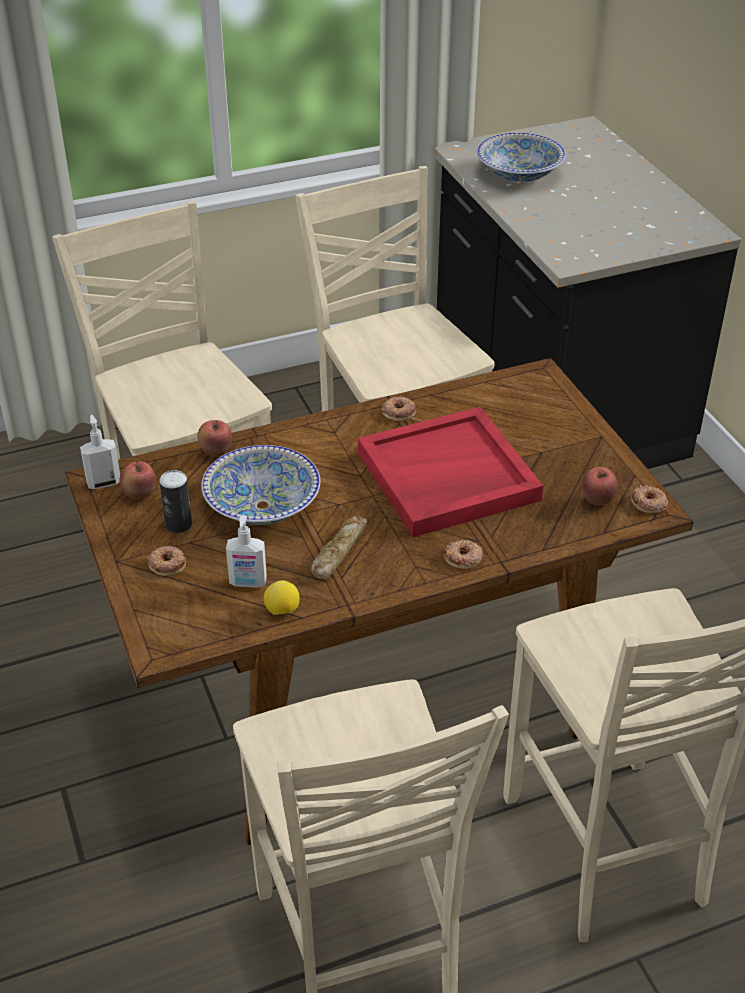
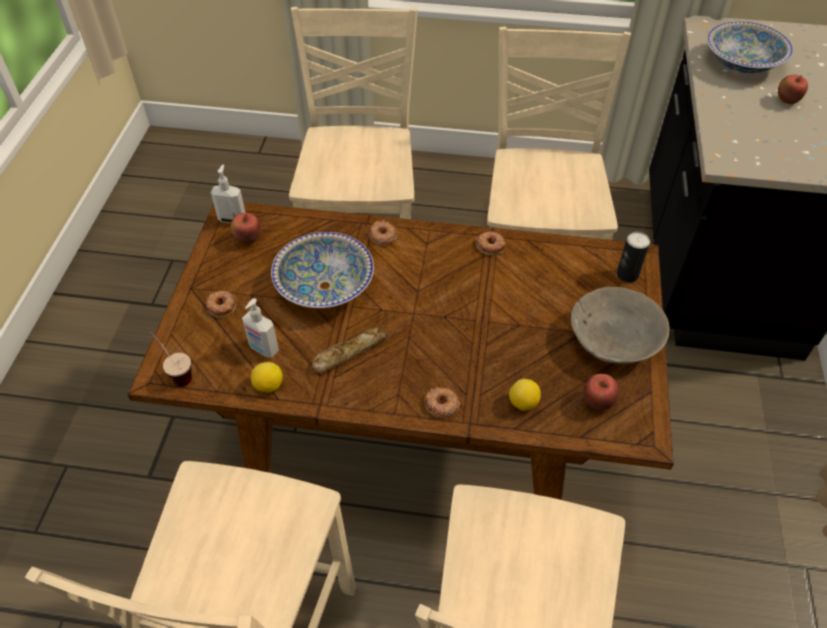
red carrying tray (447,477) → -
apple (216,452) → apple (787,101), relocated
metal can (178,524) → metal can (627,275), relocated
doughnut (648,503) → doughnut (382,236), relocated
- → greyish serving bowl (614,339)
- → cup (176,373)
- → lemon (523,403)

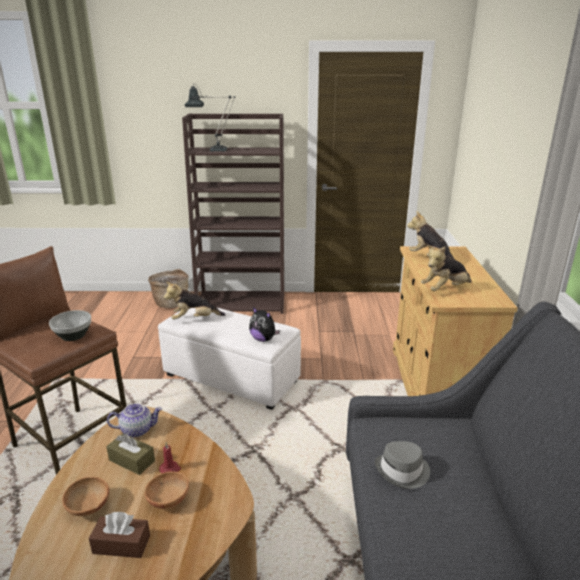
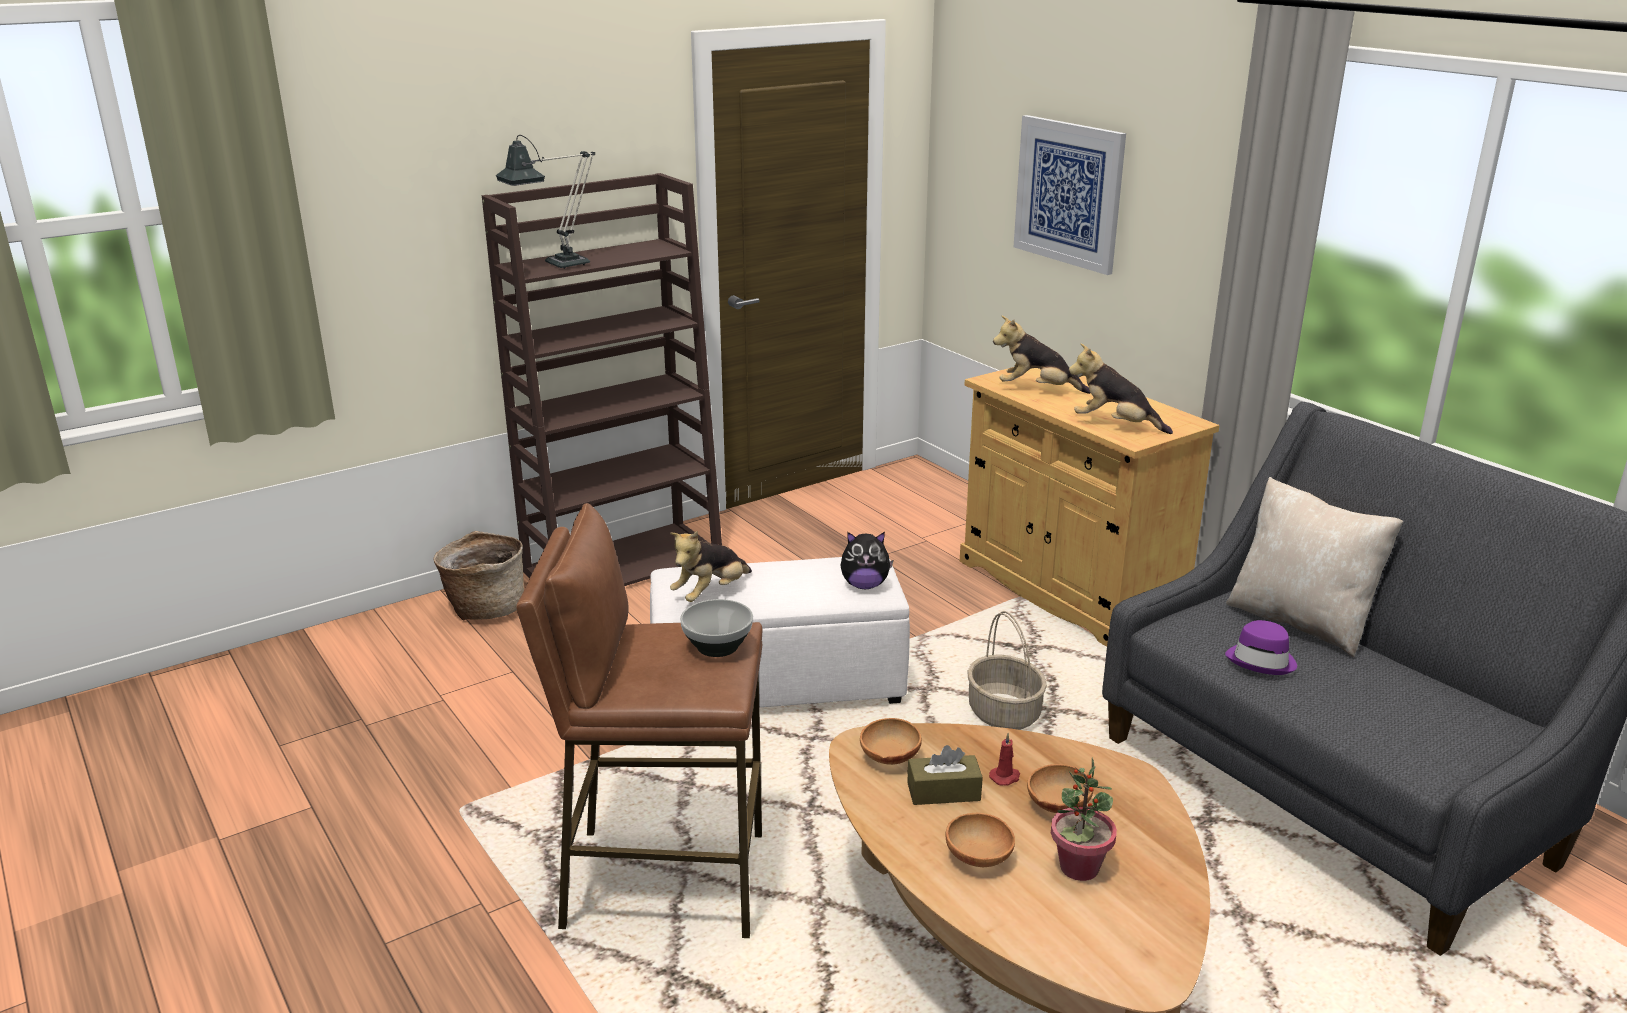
plush toy (445,289) → plush toy (1115,425), 90 degrees clockwise
tea pot (137,429) → brown serving bowl (888,758)
greyish wearable hat (403,471) → purplish wearable hat (1262,660)
brown tissue holder (121,544) → plant in a pot (1079,868)
- → picture (1068,193)
- → beige-coloured cushion (1300,621)
- → basket (1005,713)

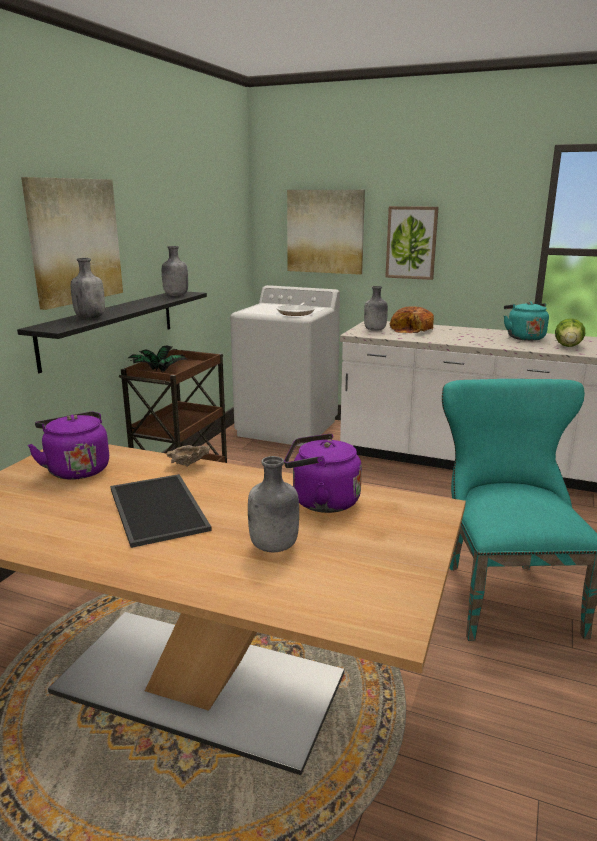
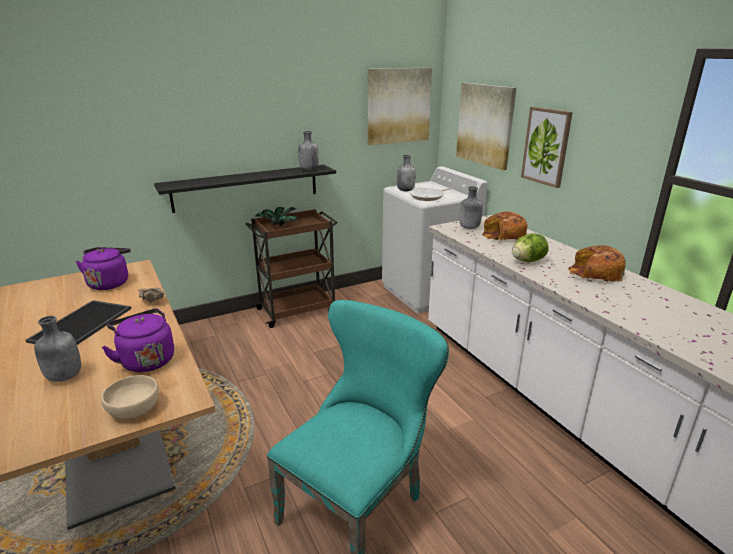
picture (74,241) → picture (398,106), relocated
greyish drink bottle (90,317) → greyish drink bottle (405,190), relocated
turquoise-coloured kettle (523,337) → baked bread (594,273)
lettuce (568,346) → lettuce (527,261), relocated
- → beige-coloured serving bowl (134,409)

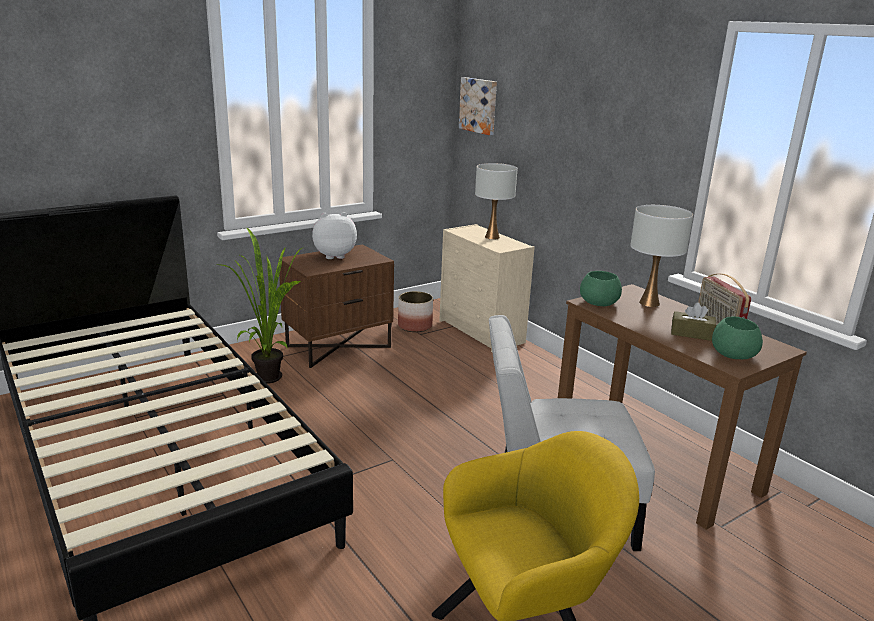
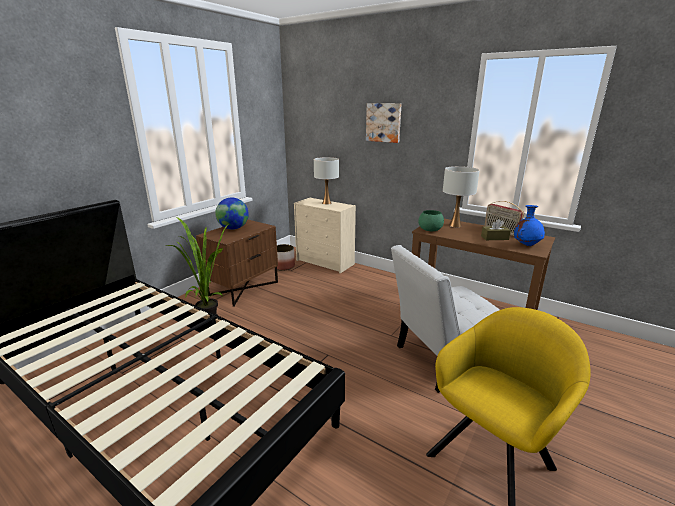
picture (479,105) → picture (384,122), relocated
plush toy (334,255) → globe (233,228)
green serving bowl (733,354) → bluish vase (526,245)

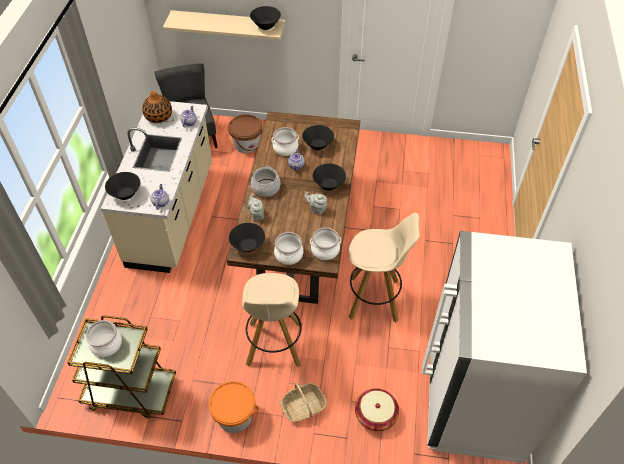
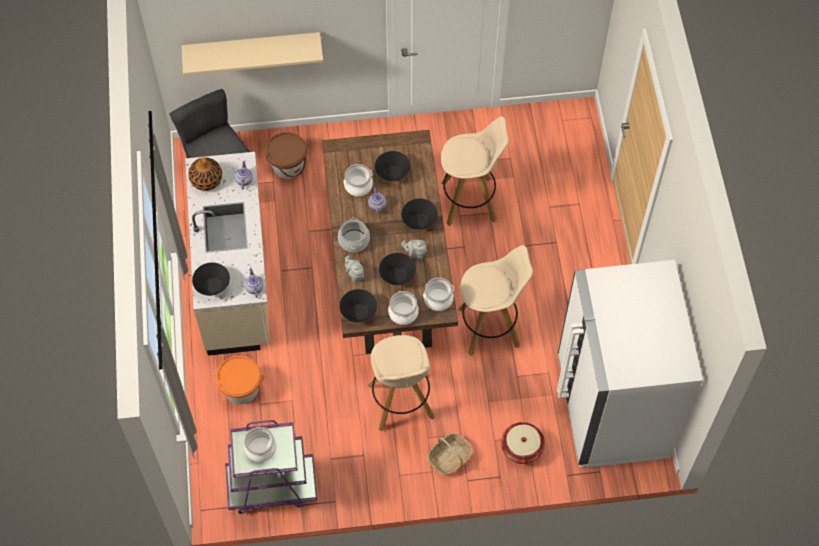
black-coloured serving bowl (266,26) → black-coloured serving bowl (397,276), relocated
brown trolley (130,391) → purplish trolley (271,486)
orangey pail (235,416) → orangey pail (241,389), relocated
- → beige-coloured sitting stool (470,201)

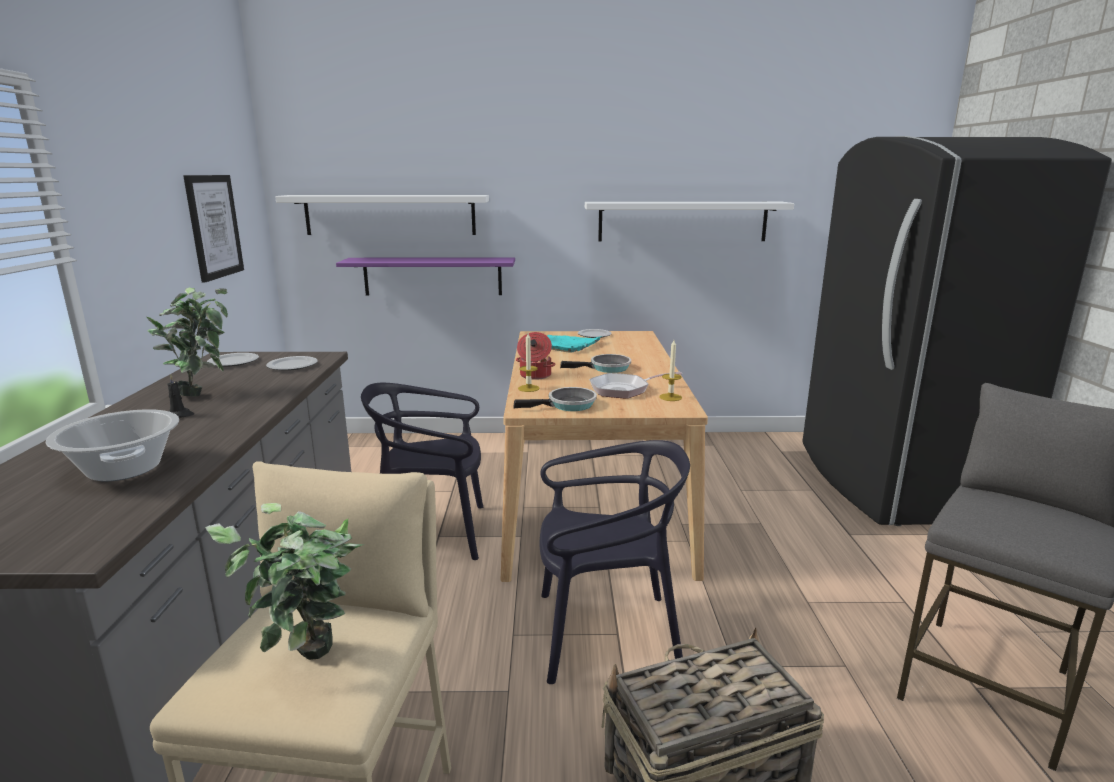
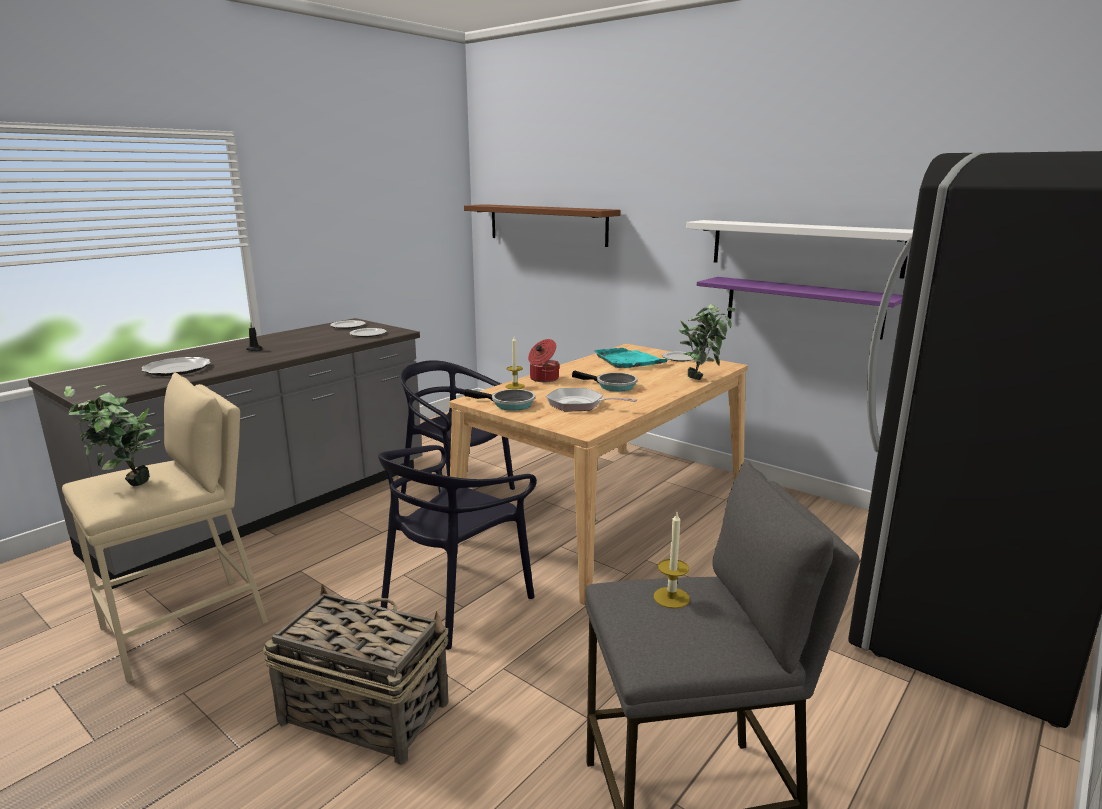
picture (214,226) → -
white bracket shelf (390,215) → brown bracket shelf (547,224)
purplish bracket shelf (433,276) → purplish bracket shelf (802,306), relocated
plant in a pot (203,392) → plant in a pot (702,378), relocated
candle (670,397) → candle (671,597), relocated
cooking pot (123,469) → flat dish (177,369)
black-coloured upright chair (605,633) → black-coloured upright chair (456,602), 90 degrees clockwise

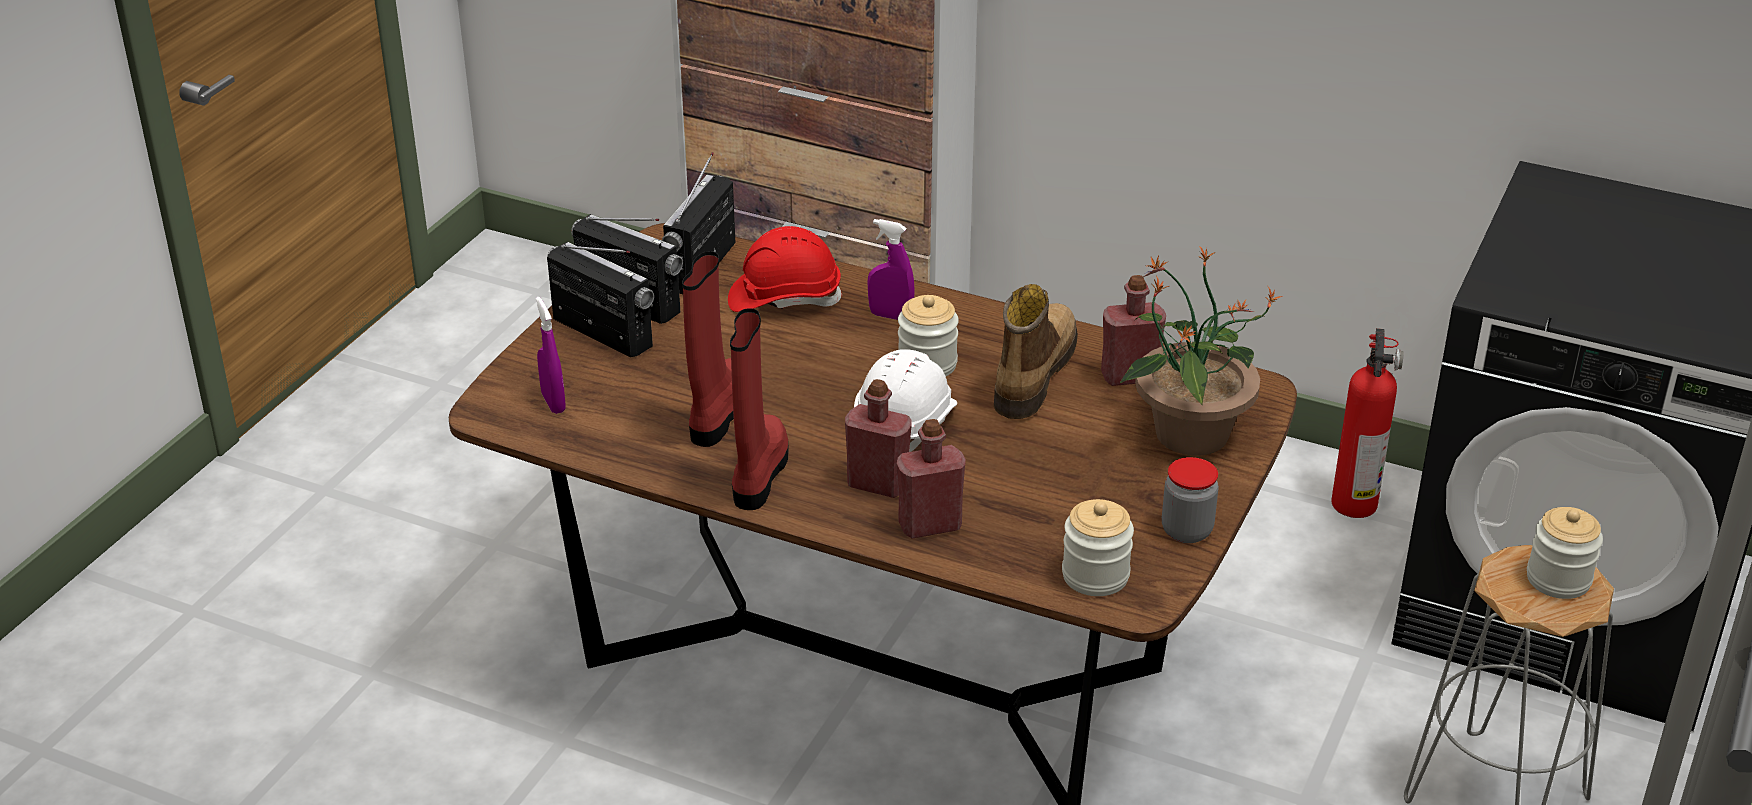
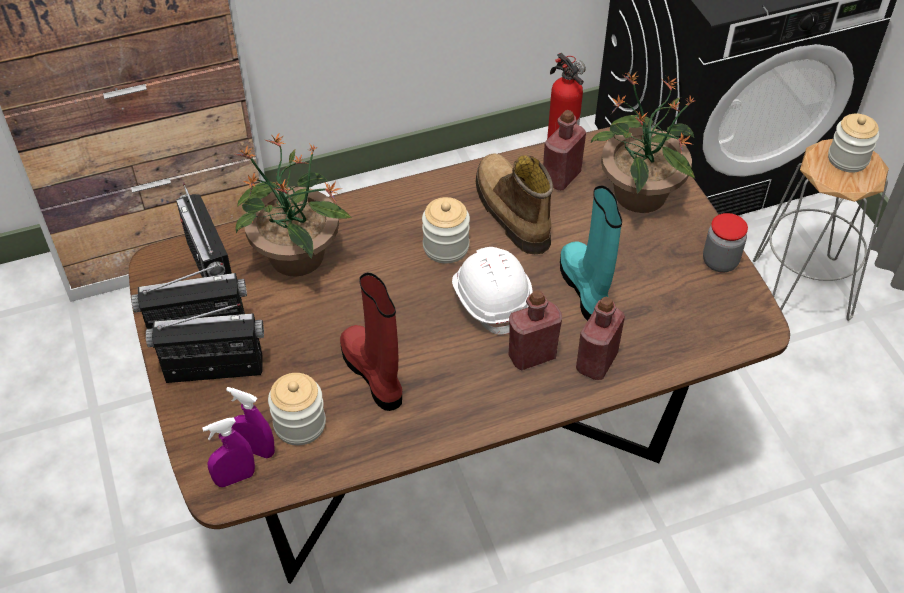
purplish hand sprayer (890,316) → purplish hand sprayer (235,478), relocated
red safety helmet (784,298) → plant in a pot (297,257)
red high-top boot (758,473) → -
storage jar (1095,576) → storage jar (300,424), relocated
- → turquoise-coloured high-top boot (586,290)

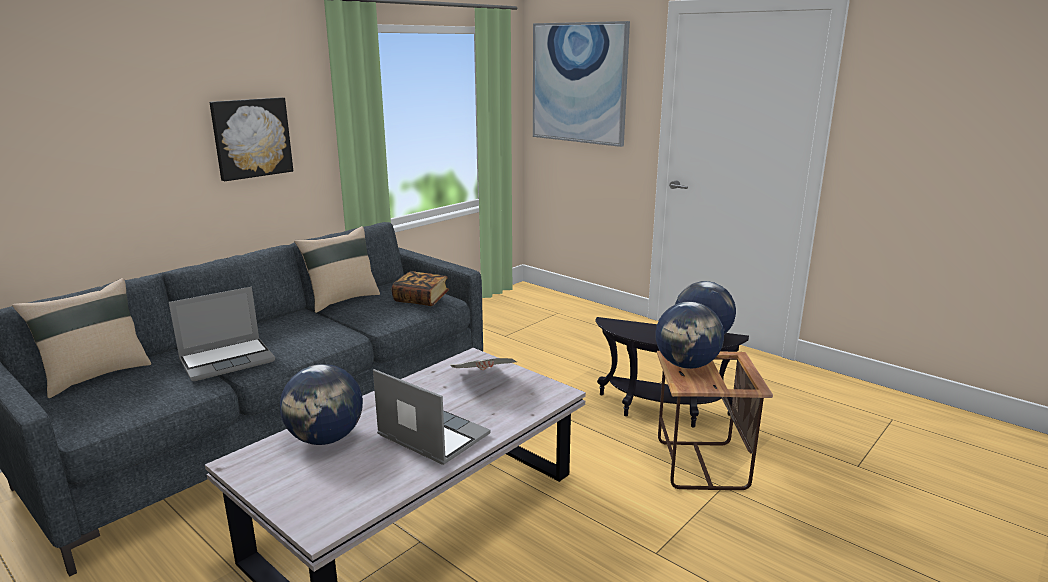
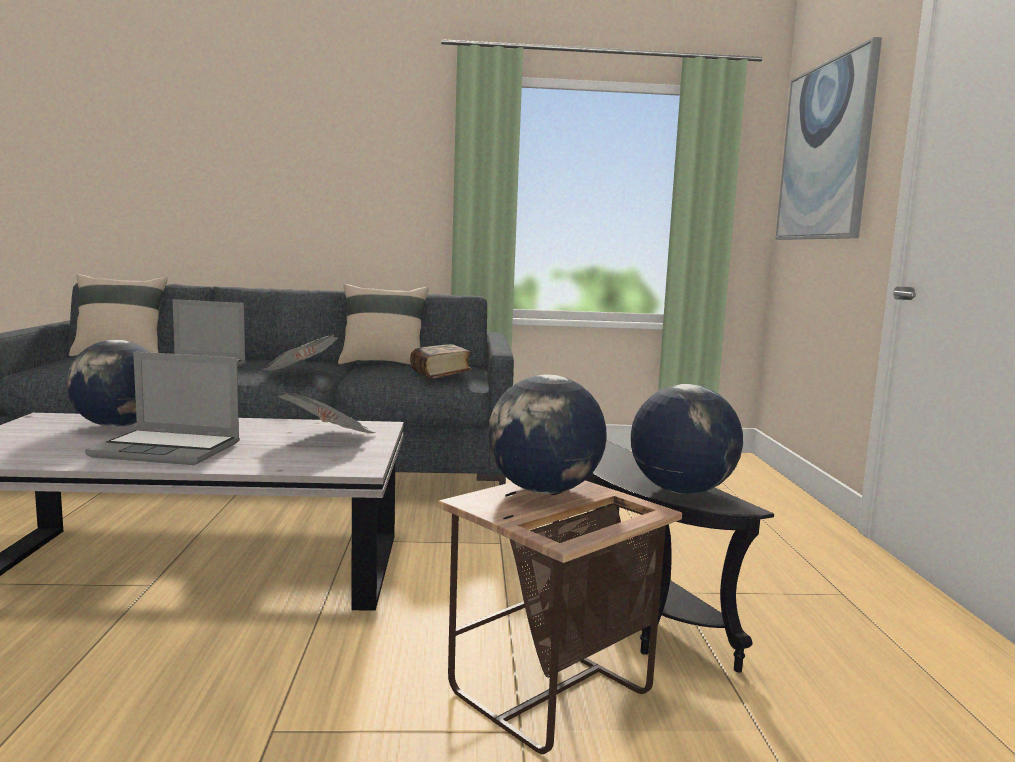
picture (251,138) → -
laptop (431,436) → laptop (169,450), 105 degrees clockwise
- → newspaper (300,373)

